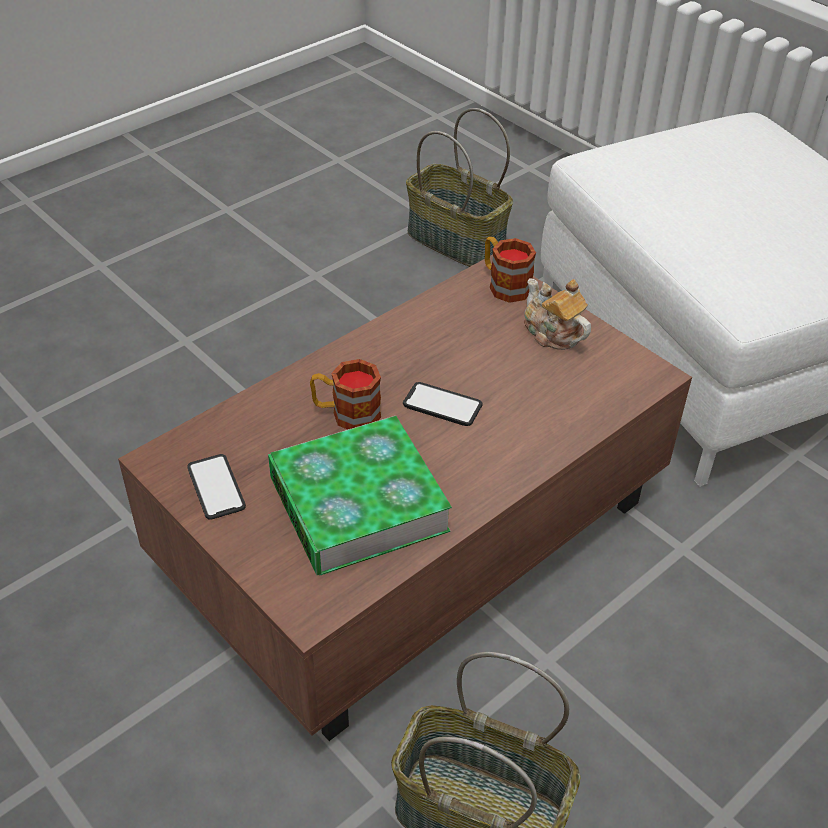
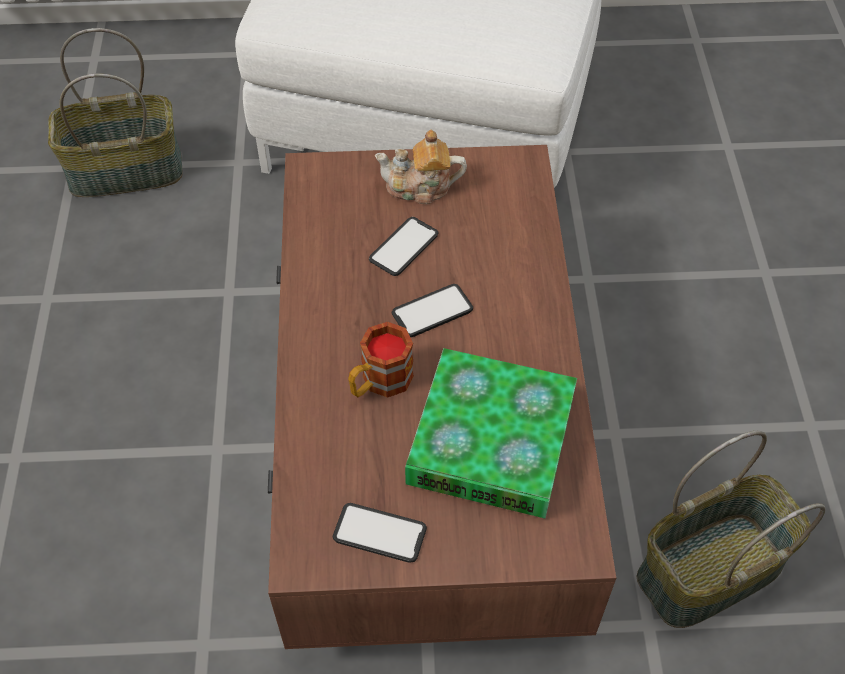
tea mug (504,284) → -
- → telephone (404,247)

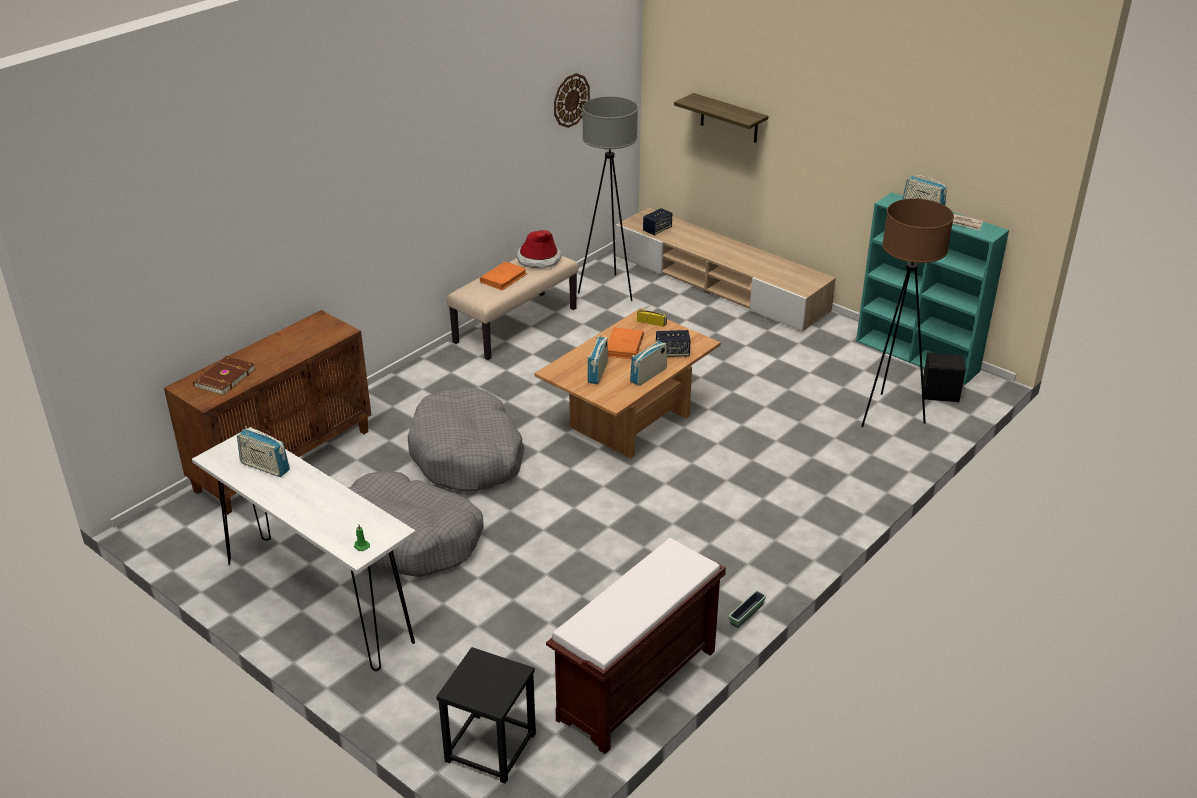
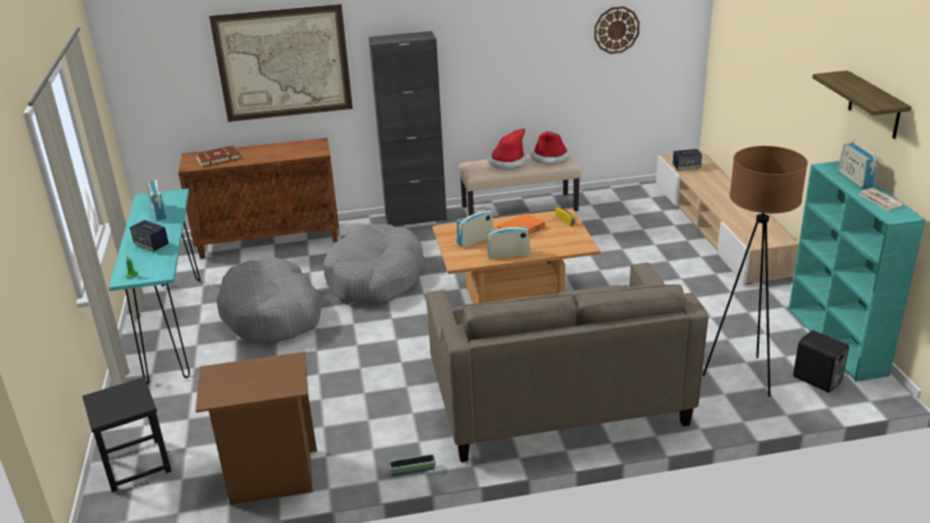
bracket shelf (729,118) → bracket shelf (874,105), relocated
greyish standard lamp (609,290) → -
orangey bound book (503,278) → wearable hat (507,163)
loudspeaker (672,353) → loudspeaker (151,245), relocated
white narrow table (318,601) → turquoise-coloured narrow table (174,328)
brown indoor bench (636,686) → brown night table (270,477)
- → picture (283,63)
- → black-coloured cupboard (415,218)
- → beige-coloured sofa (556,398)

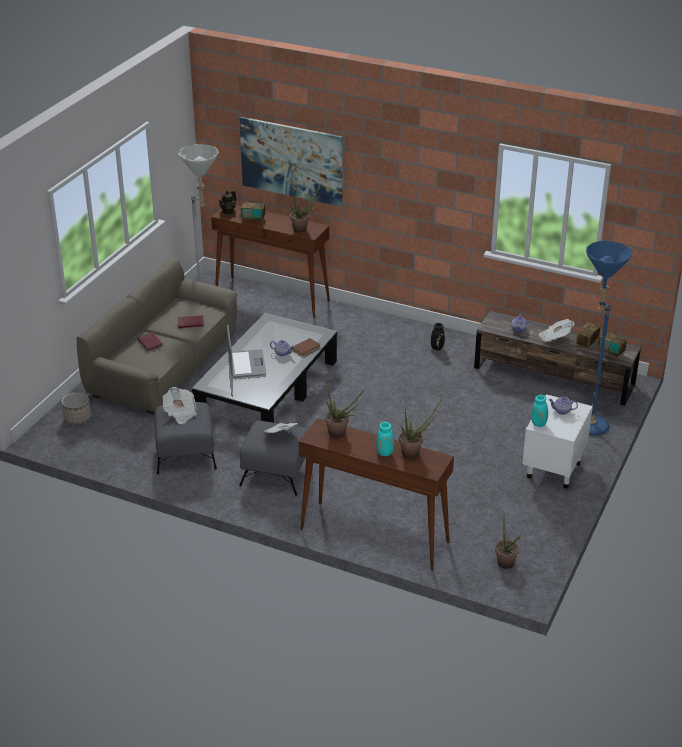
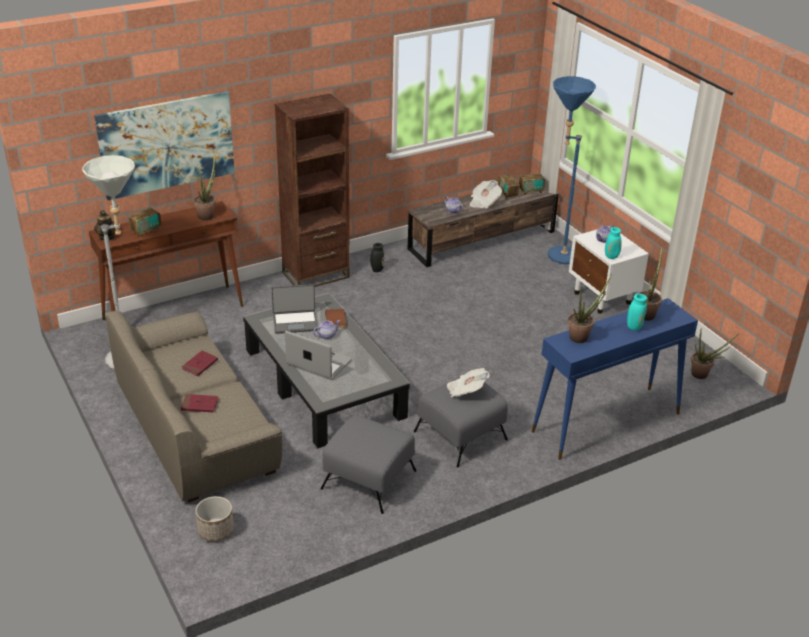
newspaper (180,413) → -
brown narrow table (373,535) → bluish narrow table (605,423)
- → brown shelving unit (316,275)
- → laptop (295,322)

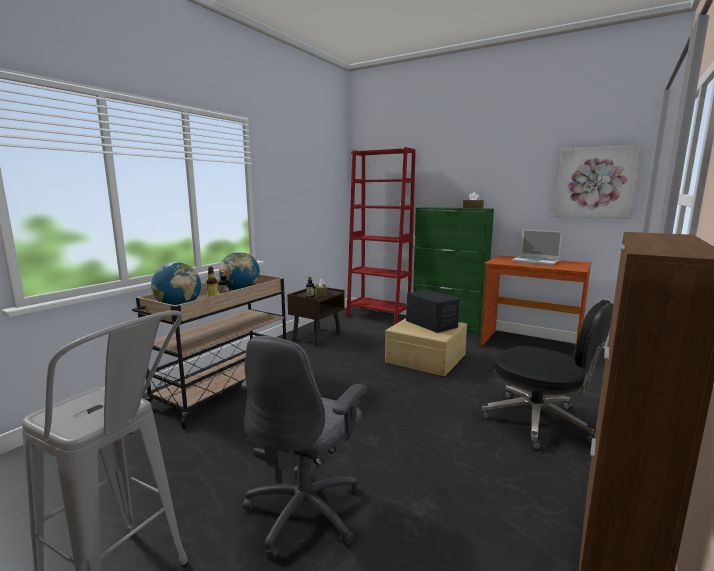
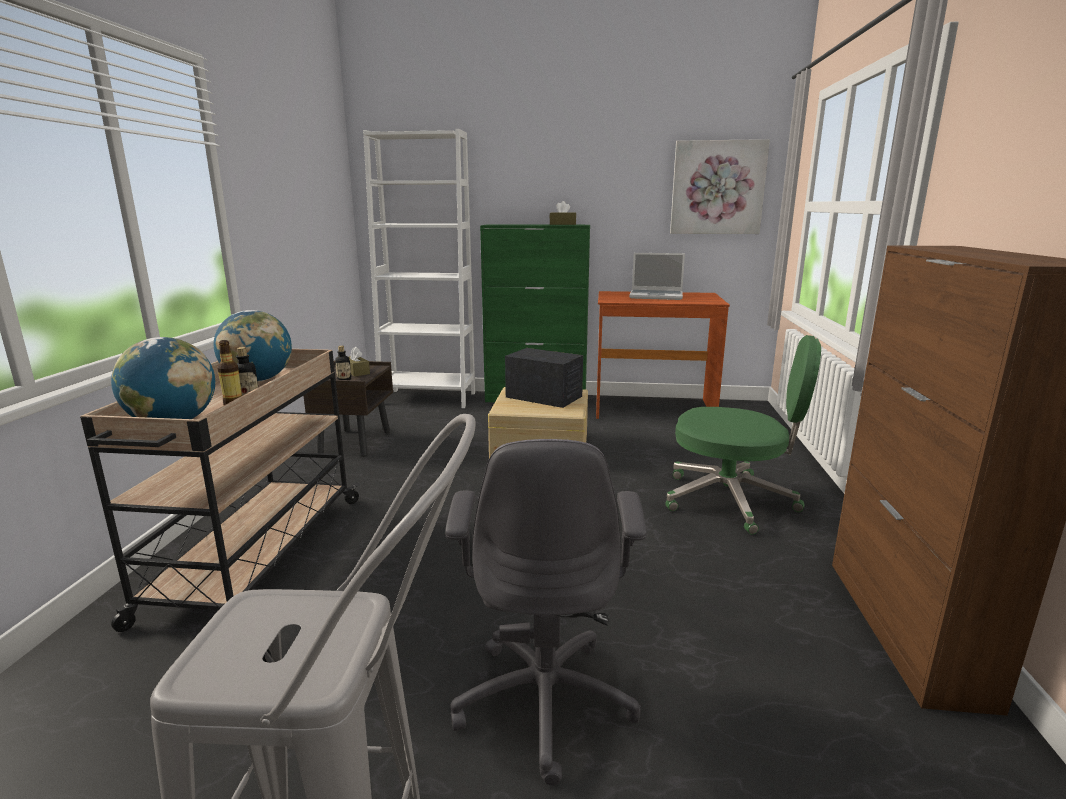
red shelving unit (378,316) → white shelving unit (428,398)
black-coloured office chair (539,422) → green office chair (731,500)

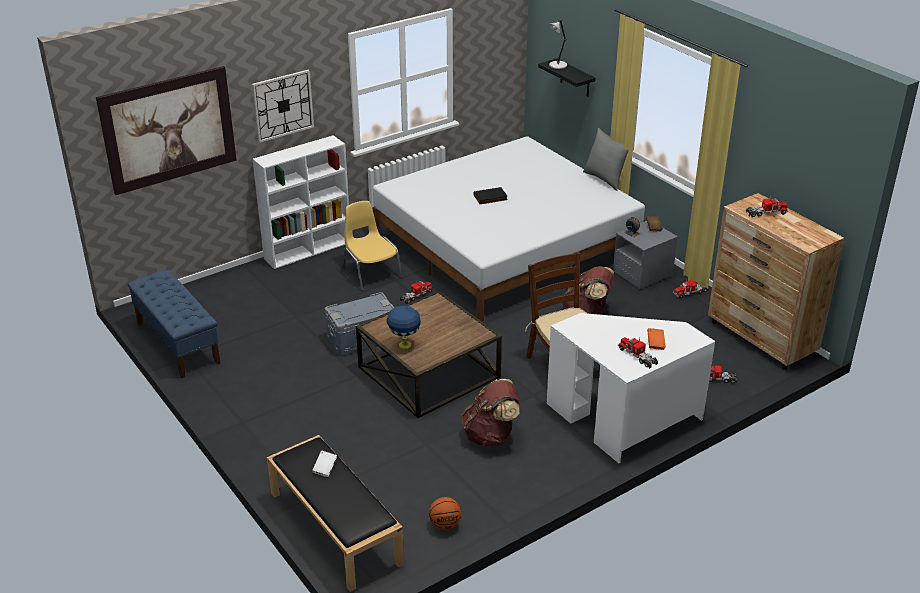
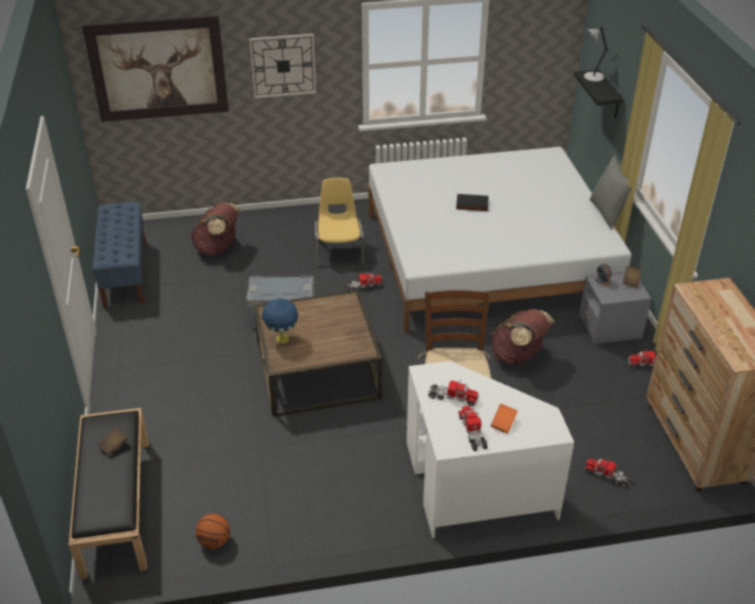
white shelving unit (308,250) → -
toy lorry (766,213) → toy lorry (452,397), relocated
brown knapsack (491,436) → brown knapsack (218,248), relocated
white bound book (325,468) → brown bound book (114,446)

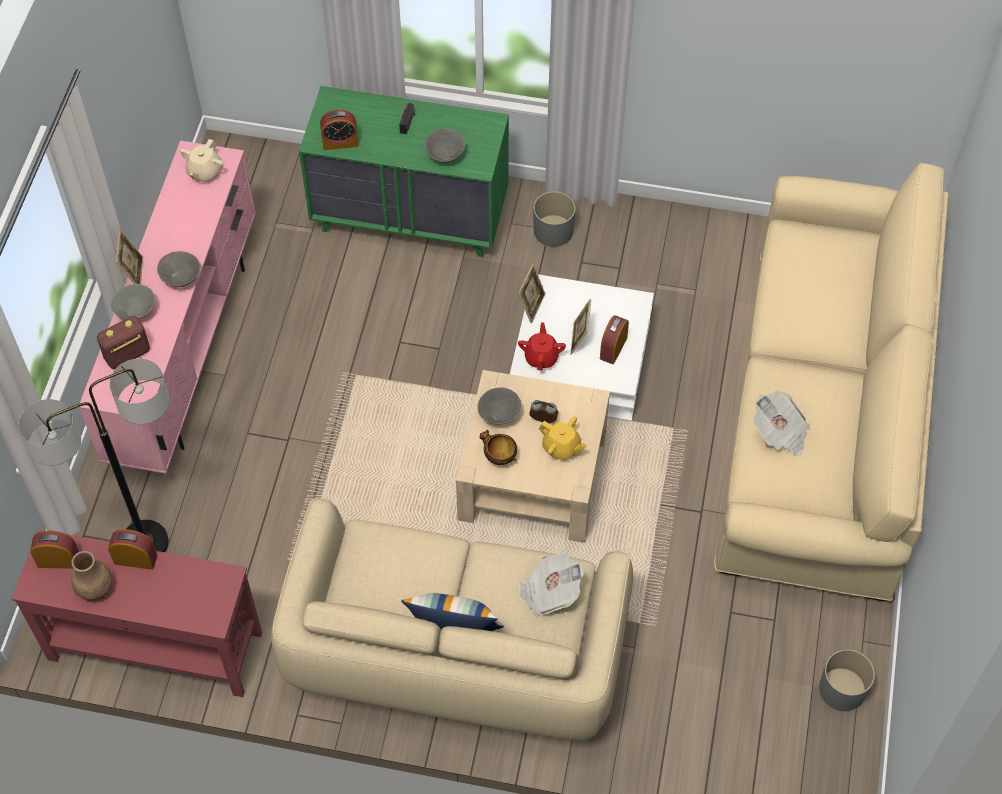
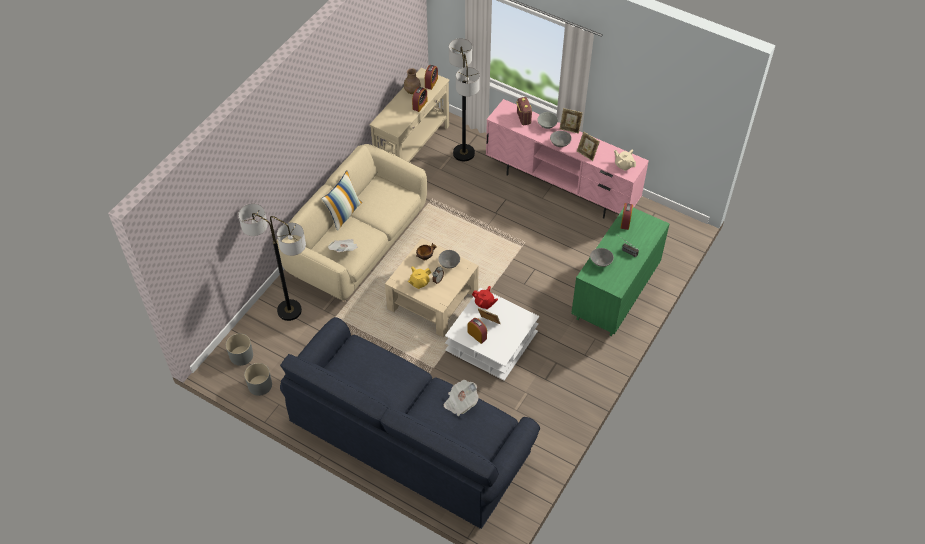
beige-coloured sofa (820,418) → bluish sofa (409,438)
greyish flower pot (553,231) → greyish flower pot (241,355), relocated
photo frame (531,306) → photo frame (587,154), relocated
newspaper (780,432) → newspaper (460,402), relocated
red narrow table (154,645) → beige-coloured narrow table (413,147)
- → standard lamp (289,310)

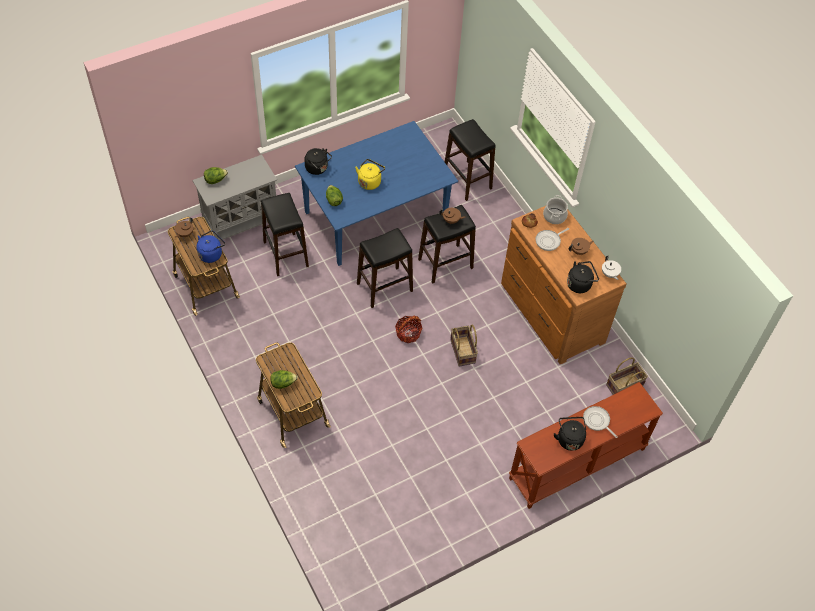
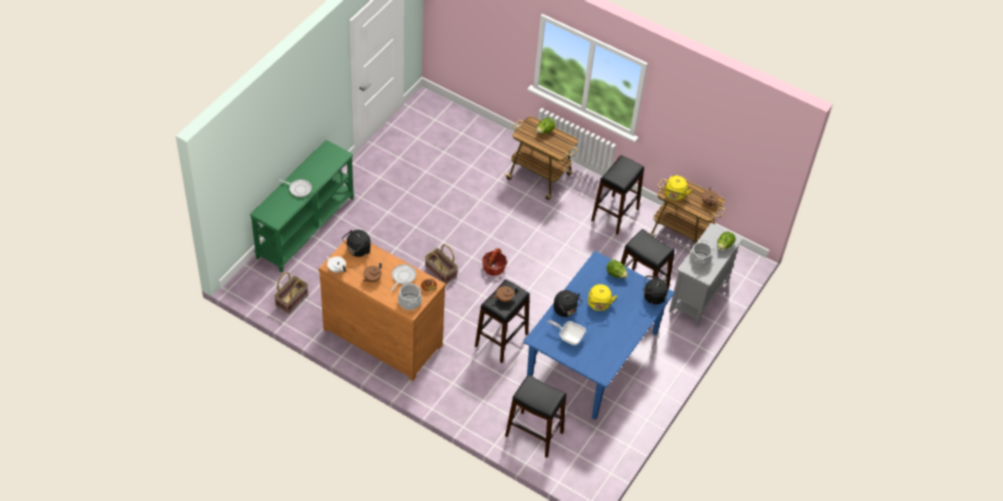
black-coloured sitting stool (384,287) → black-coloured sitting stool (615,214), relocated
bluish kettle (211,254) → yellow-coloured kettle (674,195)
brown narrow table (577,464) → green narrow table (305,227)
black-coloured kettle (569,438) → black-coloured kettle (566,310), relocated
- → cooking pot (700,259)
- → pan (569,337)

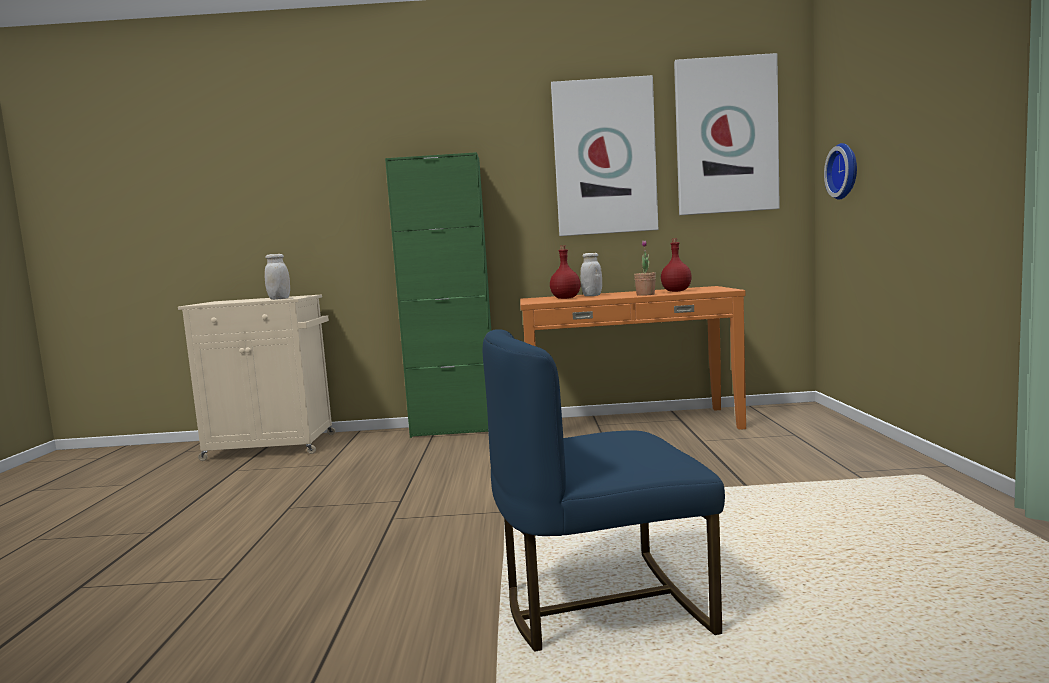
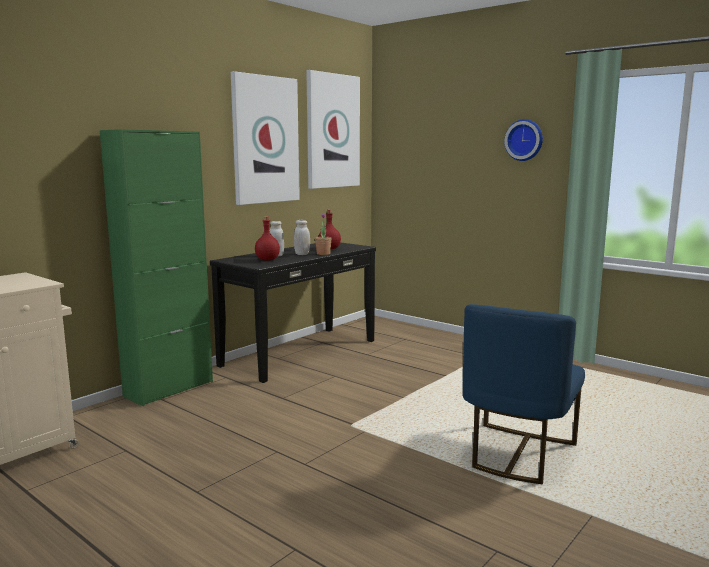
hanging clock (845,171) → hanging clock (524,140), relocated
white storage jar (279,299) → white storage jar (302,254), relocated
orangey narrow table (630,424) → black-coloured narrow table (299,352)

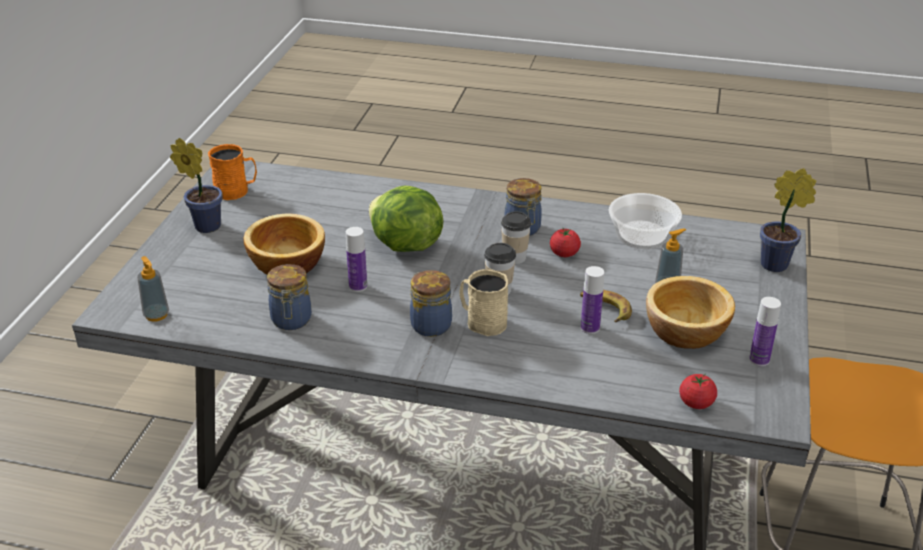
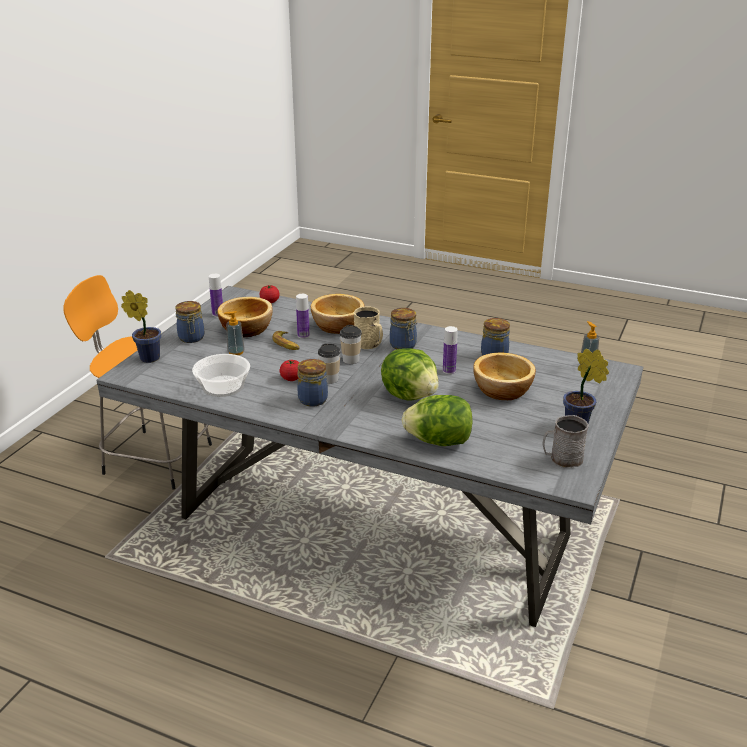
orangey tea mug (236,191) → greyish tea mug (561,459)
- → serving bowl (338,326)
- → storage jar (191,338)
- → lettuce (439,441)

